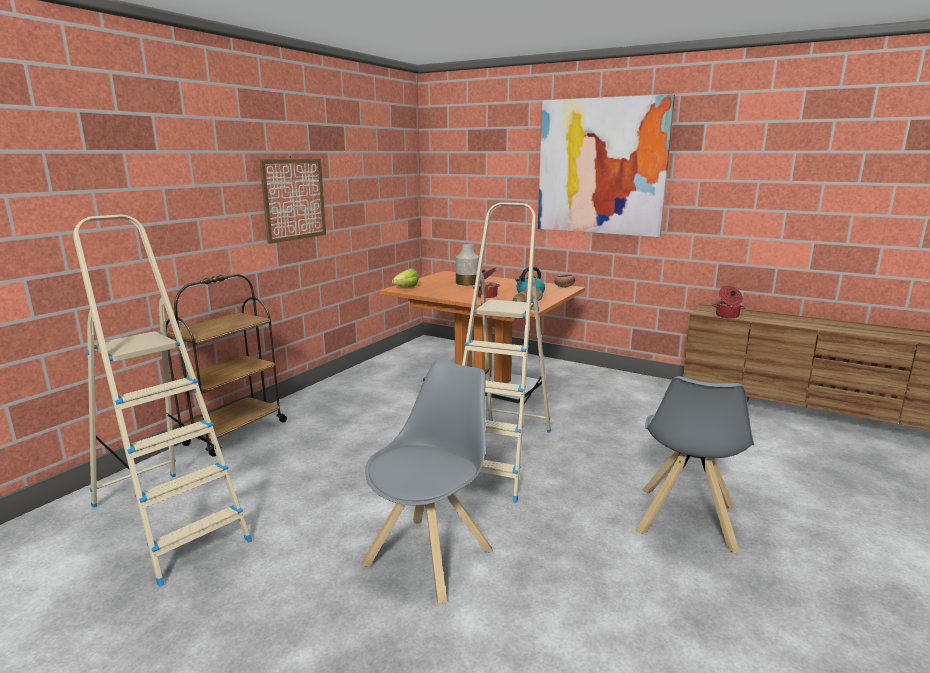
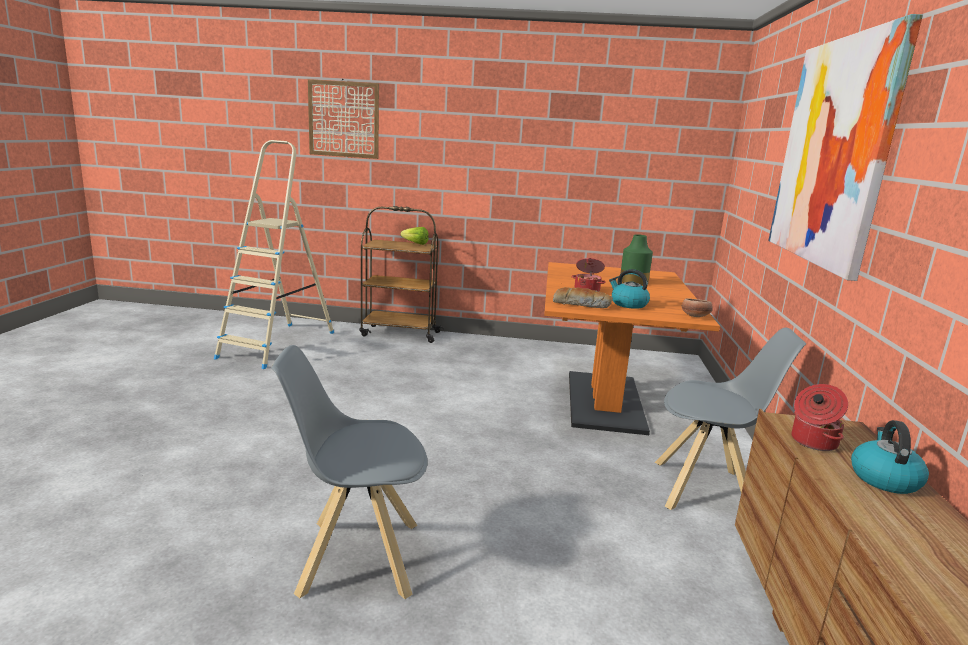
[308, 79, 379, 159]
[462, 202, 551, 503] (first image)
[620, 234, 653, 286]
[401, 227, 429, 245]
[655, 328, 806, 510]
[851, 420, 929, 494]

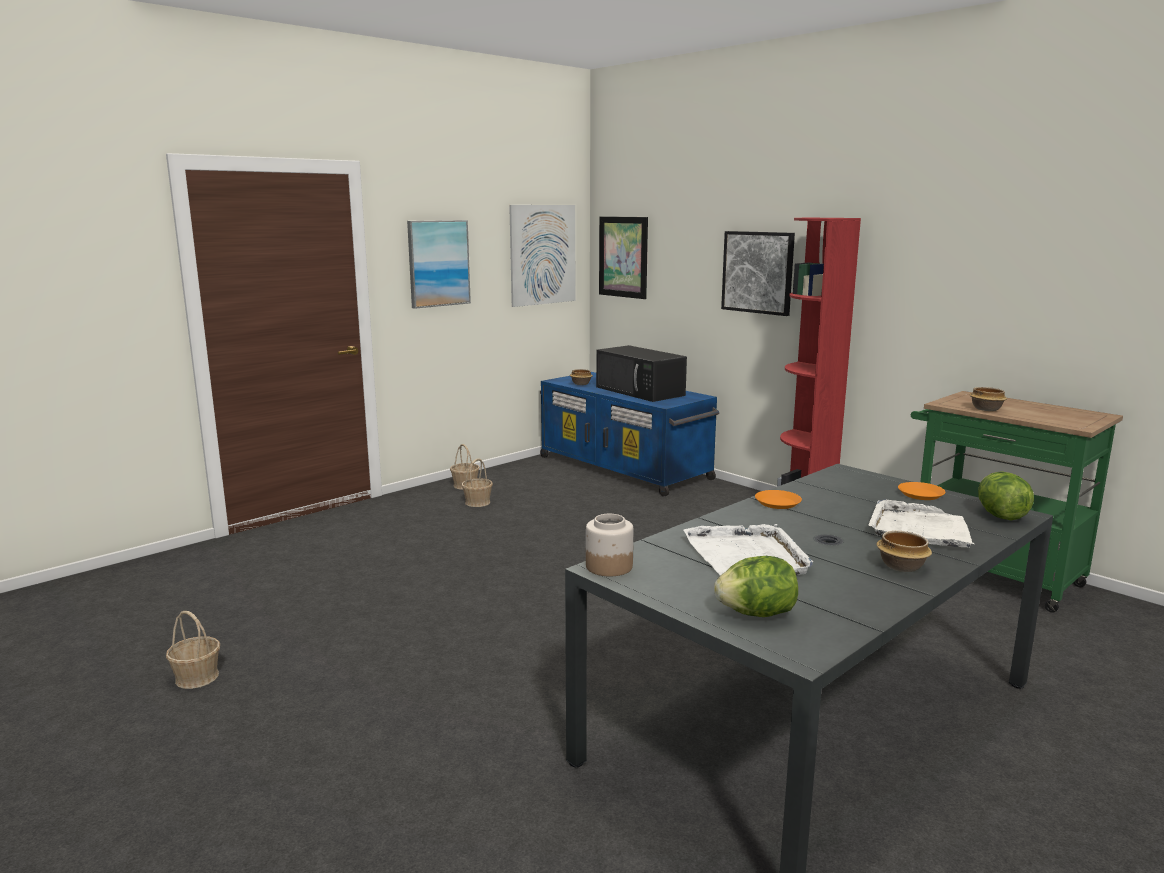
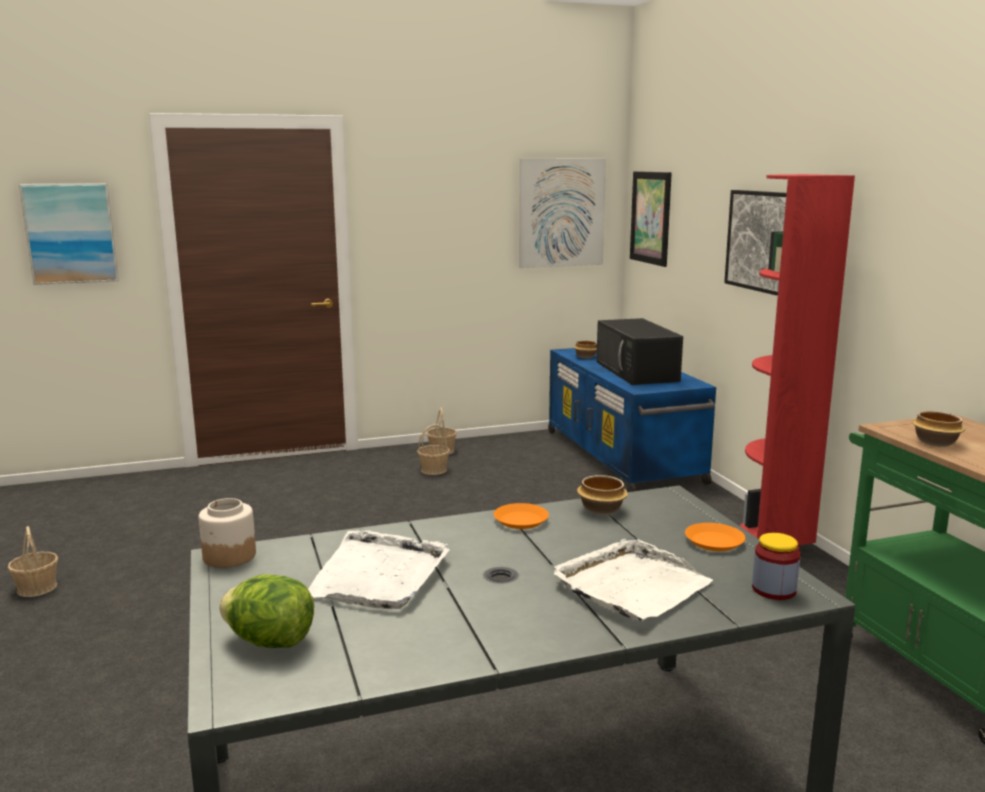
[19, 183, 119, 285]
[752, 533, 800, 600]
[577, 475, 628, 515]

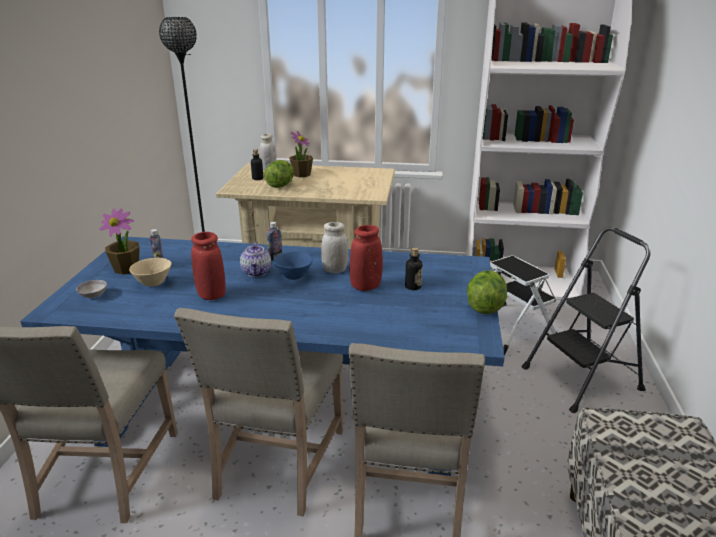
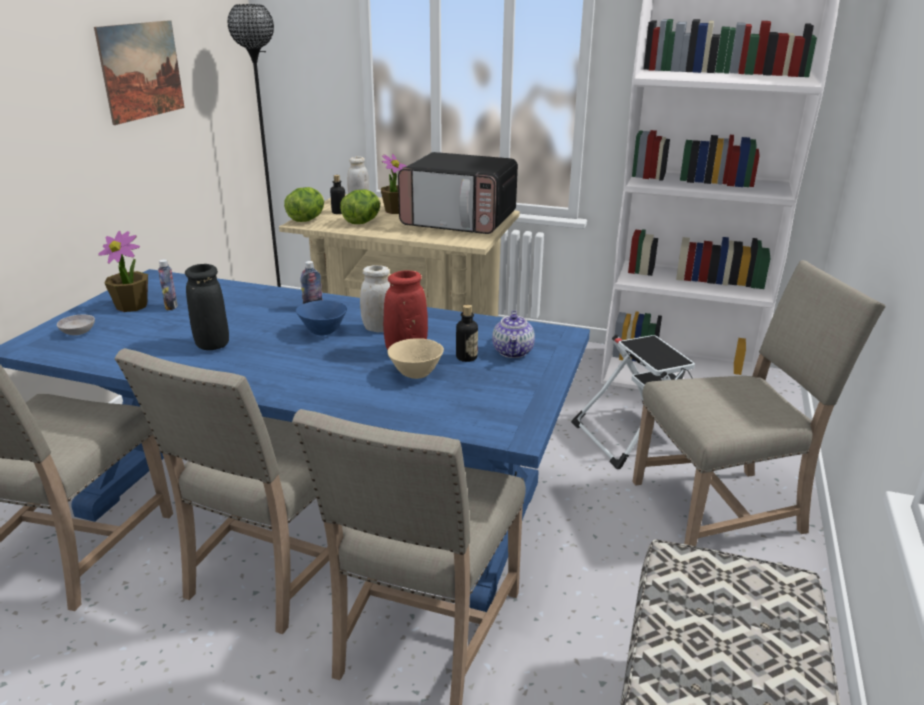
[632, 260, 886, 546]
[185, 264, 229, 350]
[492, 310, 535, 358]
[387, 338, 444, 379]
[284, 187, 324, 222]
[94, 20, 185, 125]
[398, 152, 518, 234]

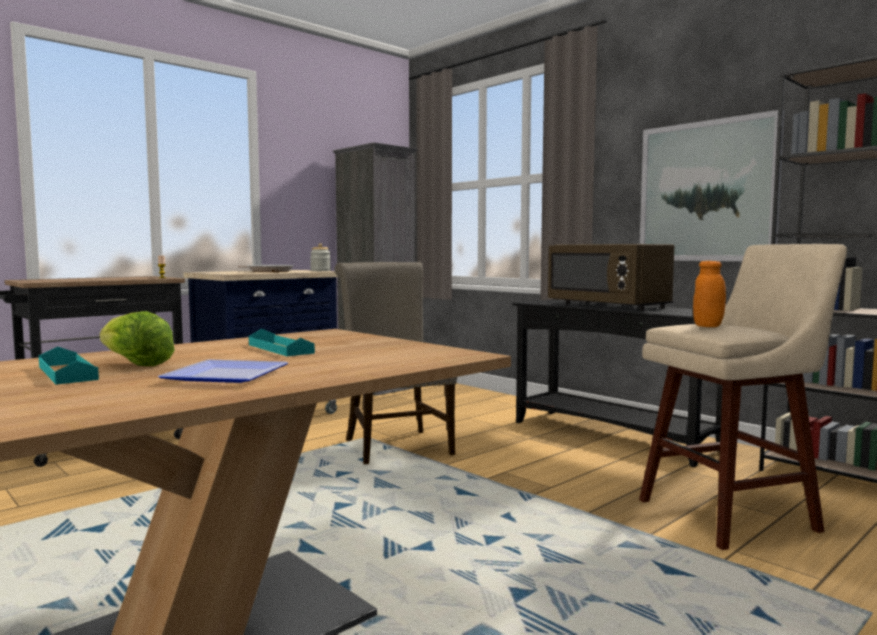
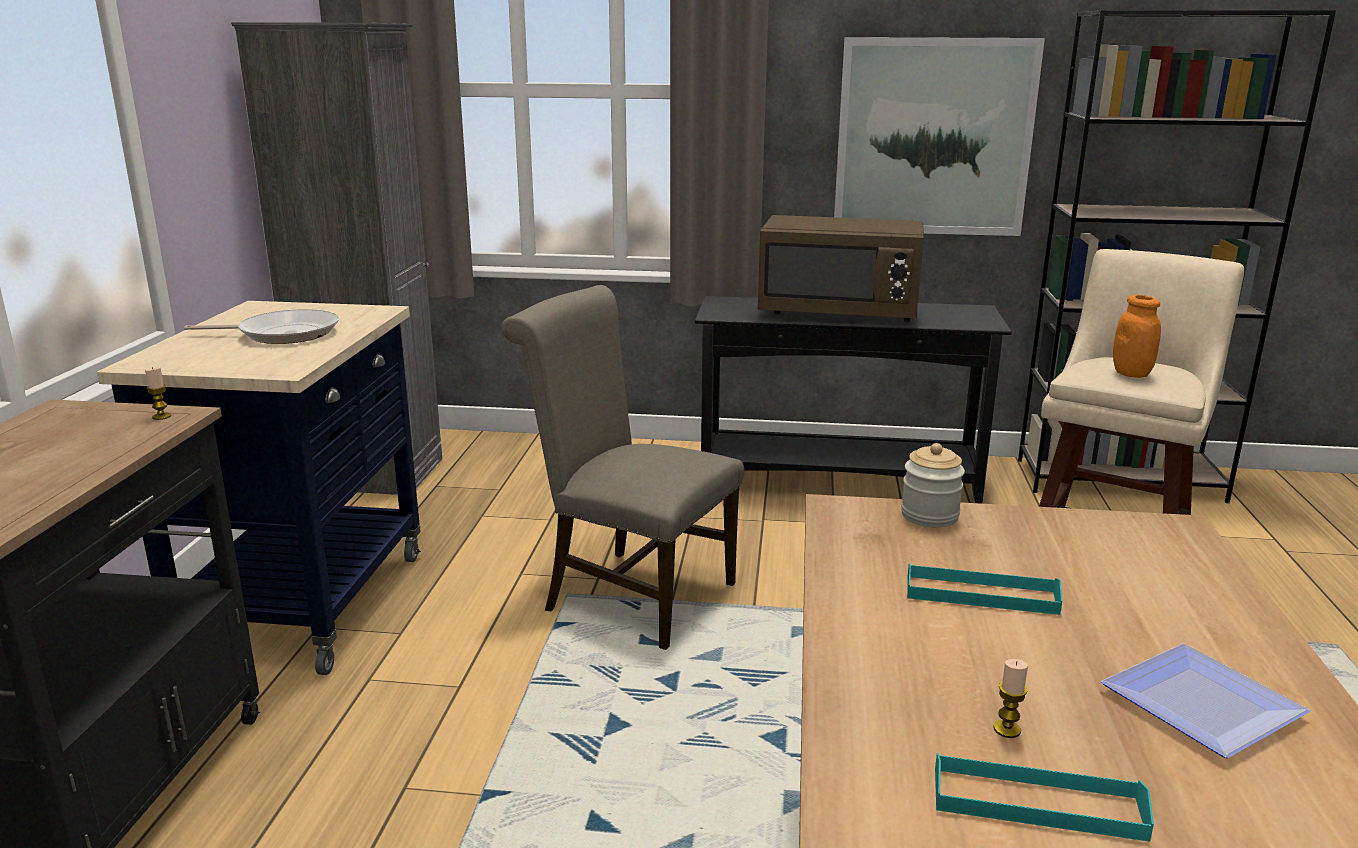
[901, 443, 965, 528]
[993, 659, 1028, 738]

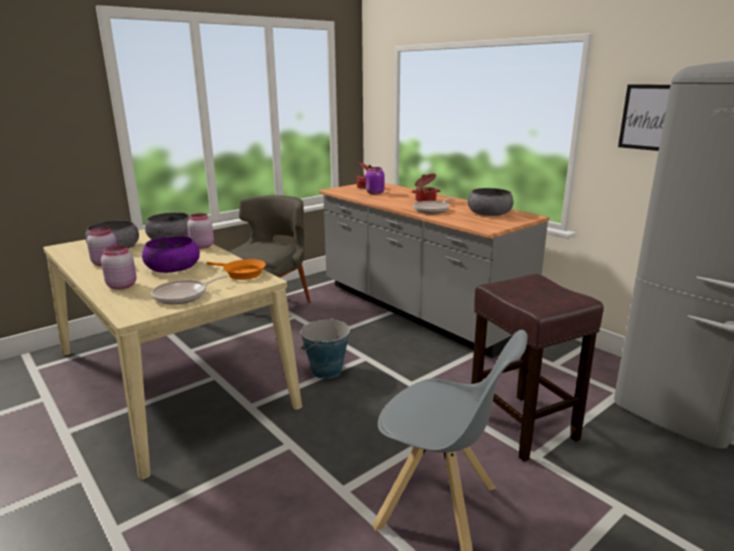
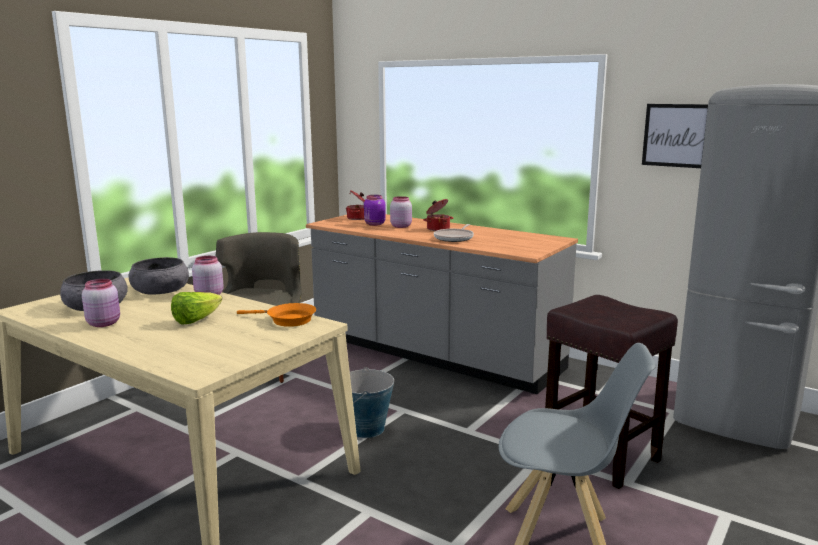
[468, 188, 514, 216] (first image)
[171, 292, 222, 324]
[390, 196, 412, 228]
[151, 275, 228, 304] (first image)

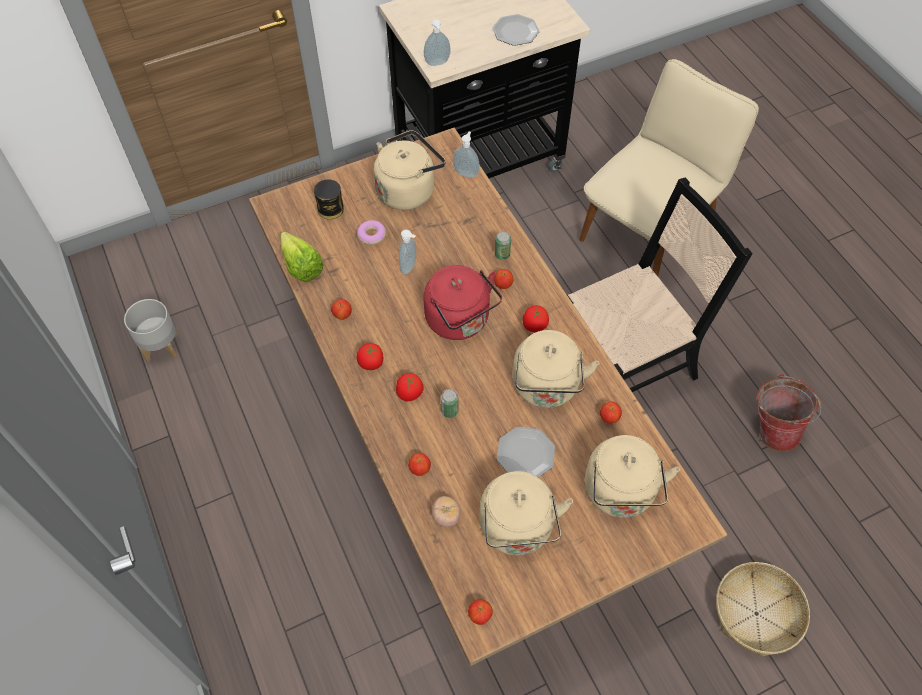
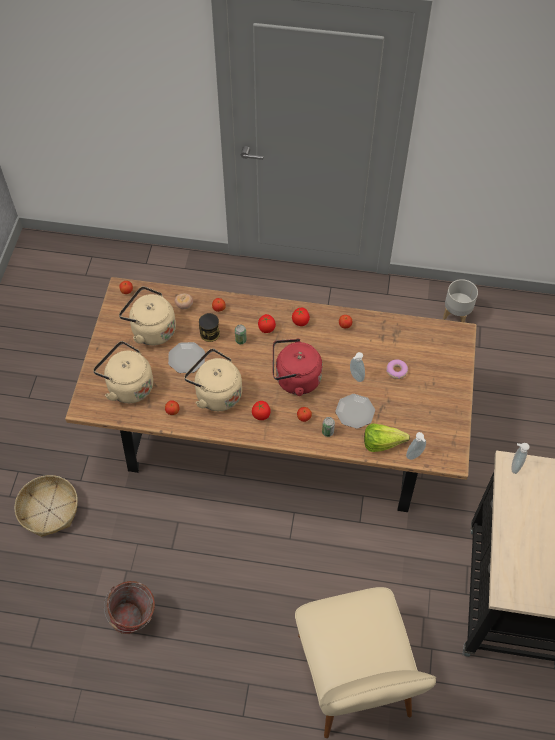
[335, 394, 375, 429]
[374, 130, 446, 210] (first image)
[567, 177, 753, 392] (first image)
[199, 313, 220, 342]
[364, 423, 410, 452]

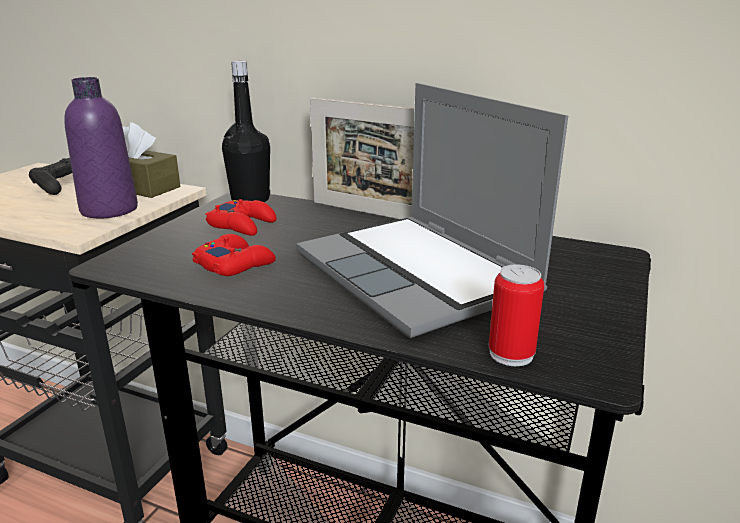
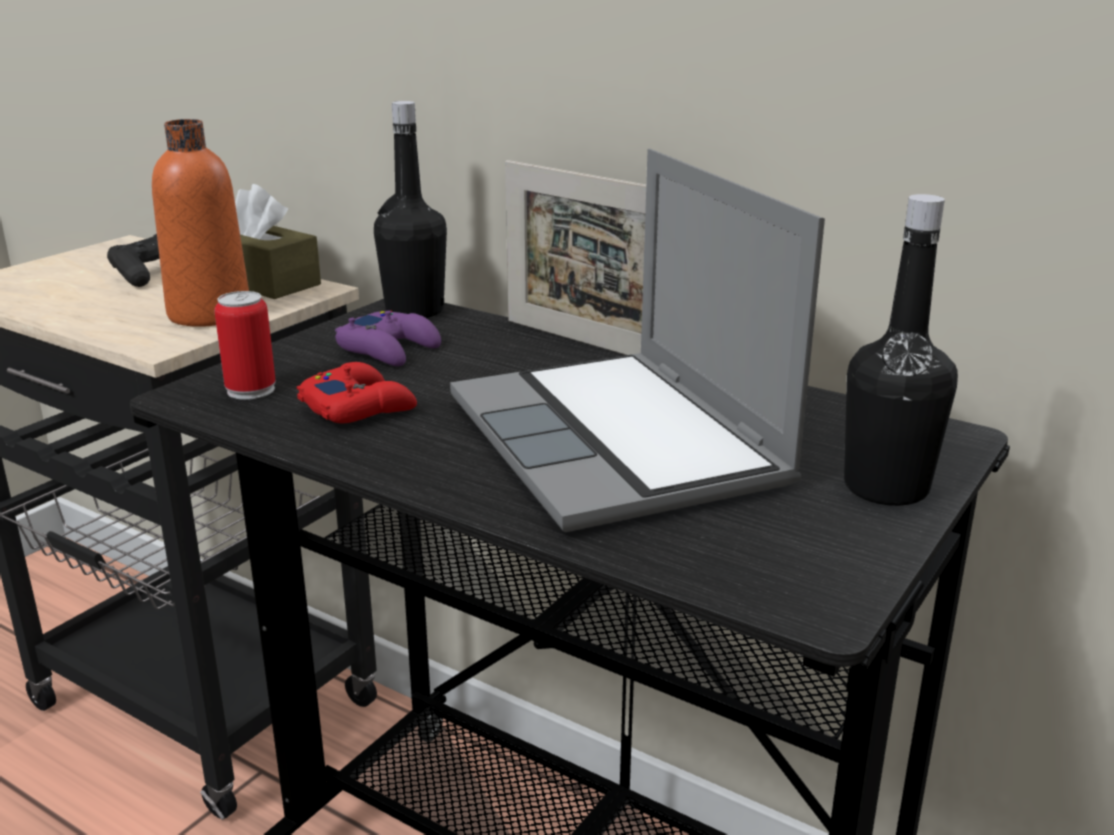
[152, 119, 249, 327]
[335, 310, 441, 366]
[214, 291, 276, 400]
[844, 194, 958, 506]

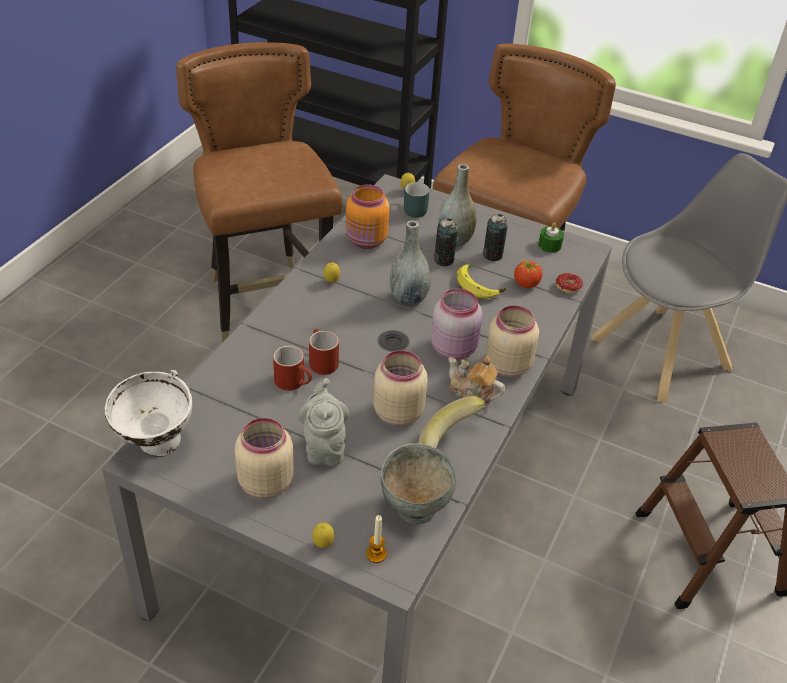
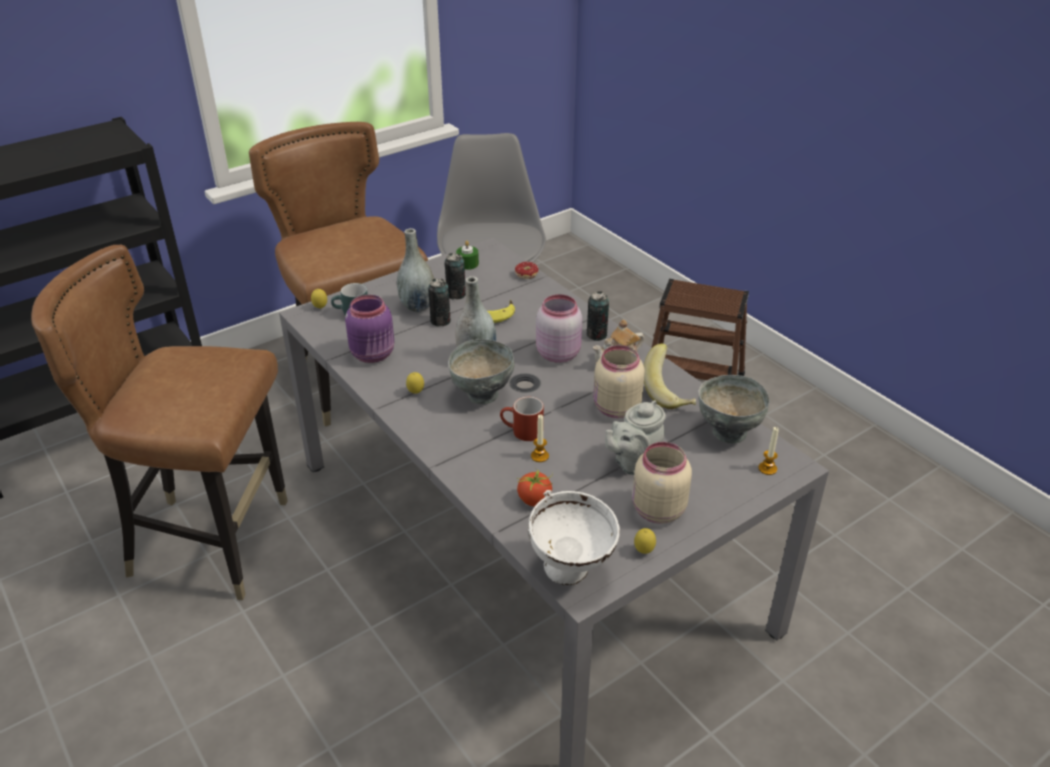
[345, 295, 394, 363]
[517, 468, 553, 506]
[587, 291, 609, 341]
[531, 414, 549, 462]
[605, 400, 666, 475]
[634, 528, 656, 554]
[448, 339, 514, 404]

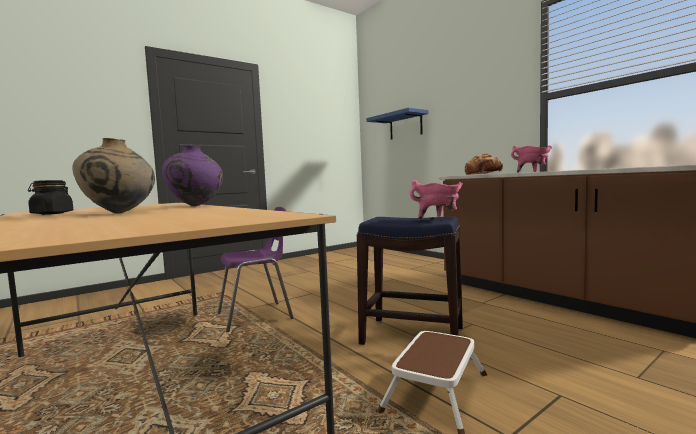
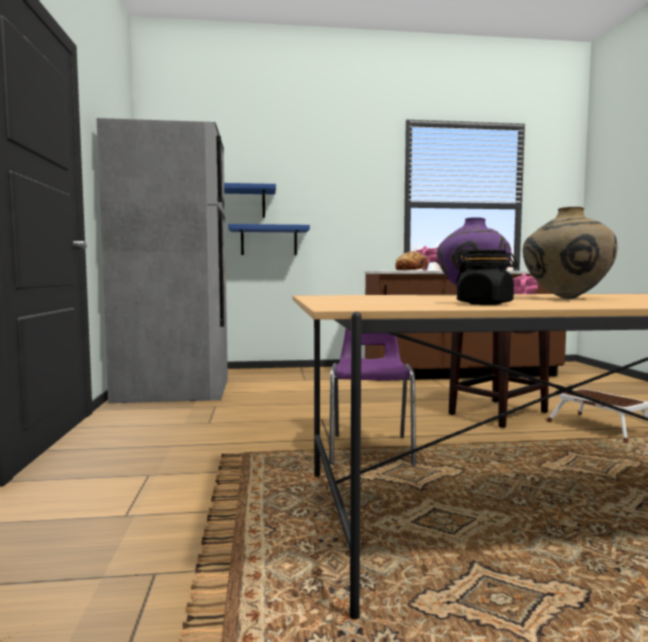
[97, 118, 228, 403]
[228, 224, 310, 255]

